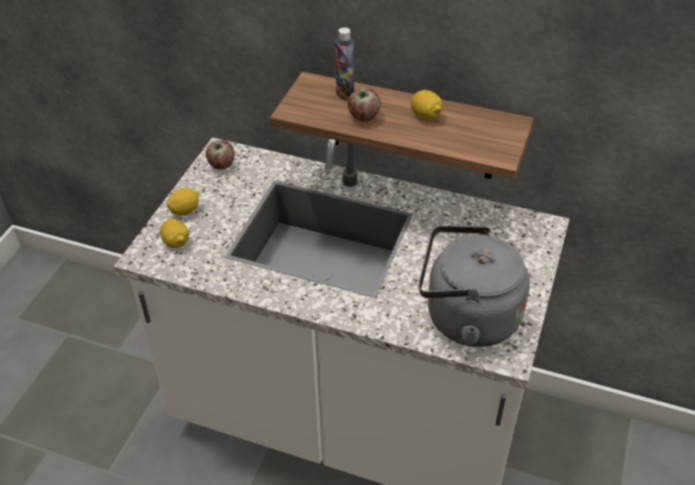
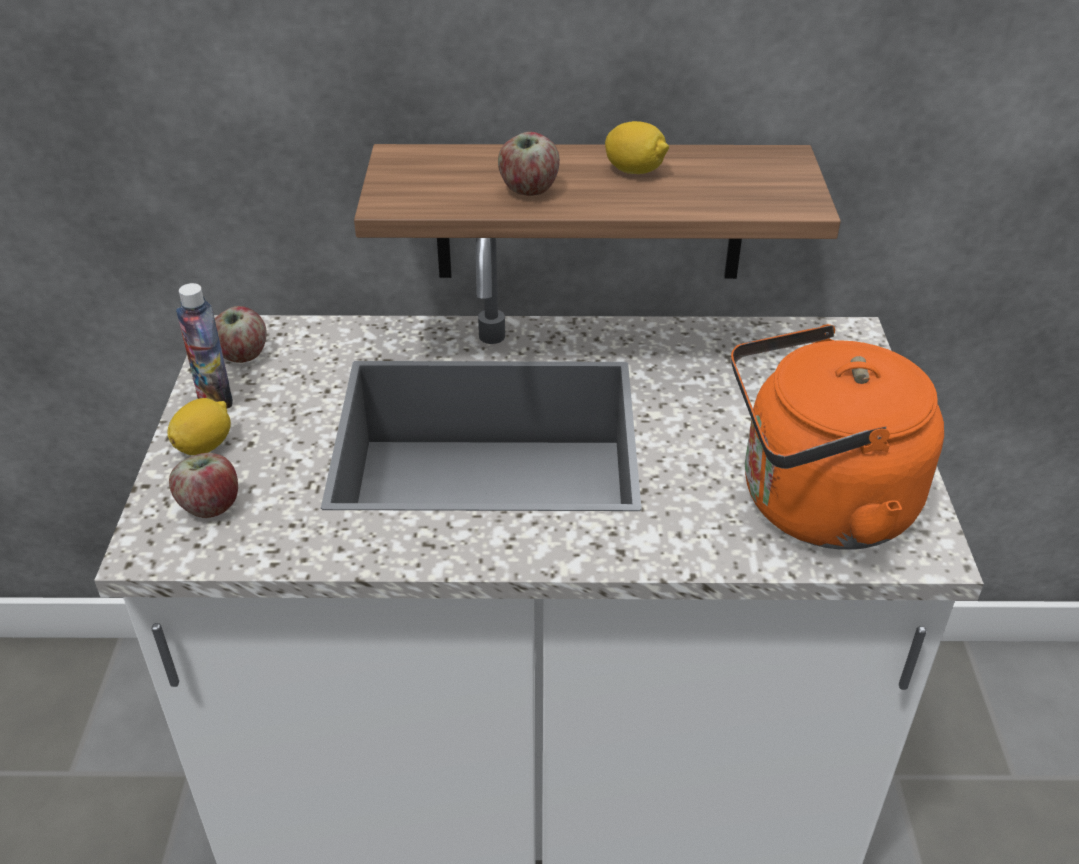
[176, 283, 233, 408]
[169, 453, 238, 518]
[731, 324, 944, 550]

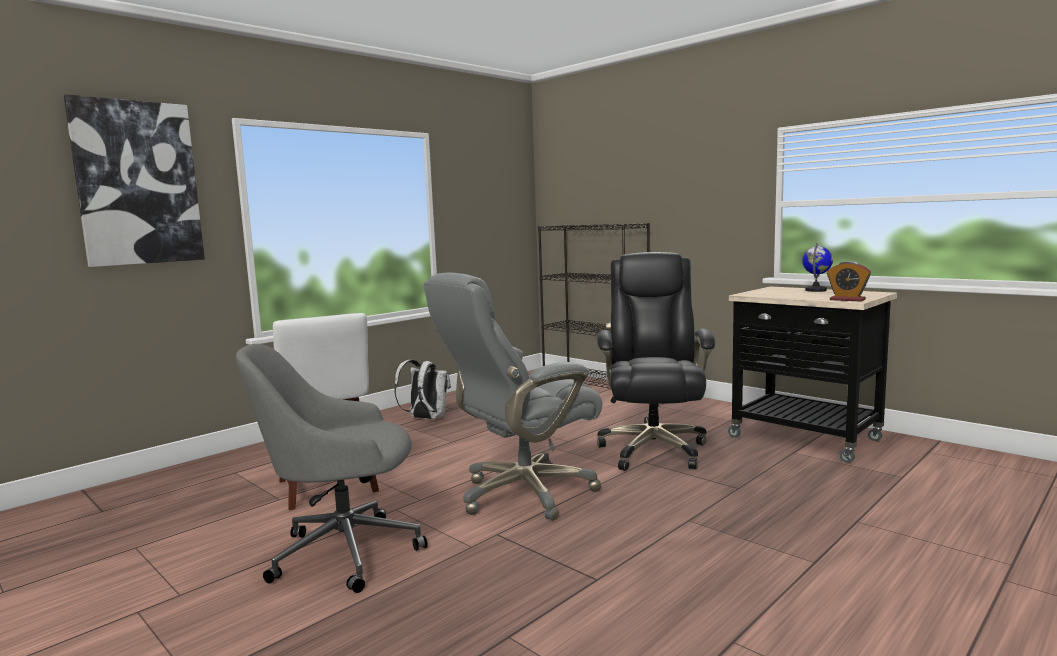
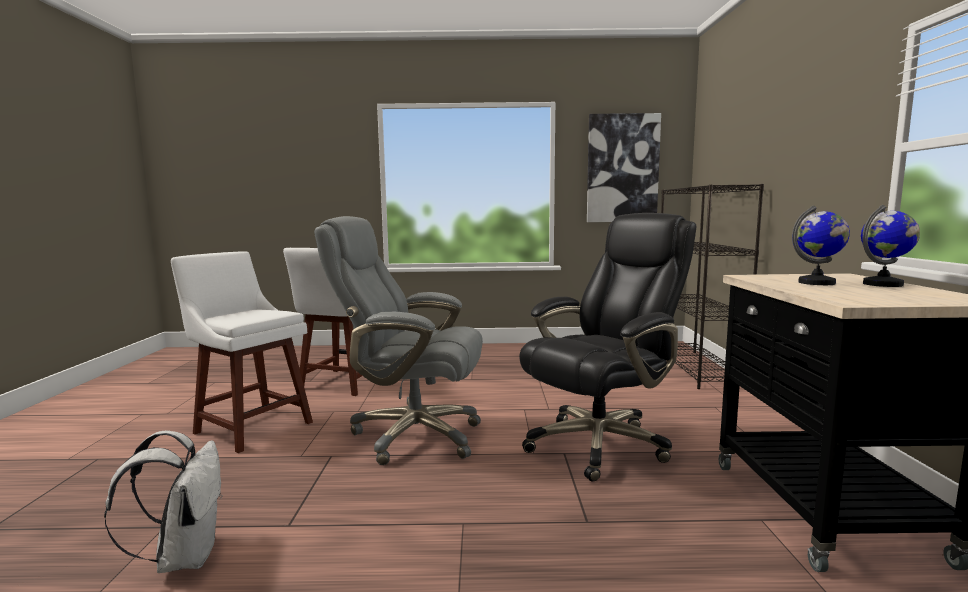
[587, 113, 661, 222]
[827, 261, 871, 302] (first image)
[171, 251, 313, 453]
[104, 431, 223, 573]
[792, 205, 850, 285]

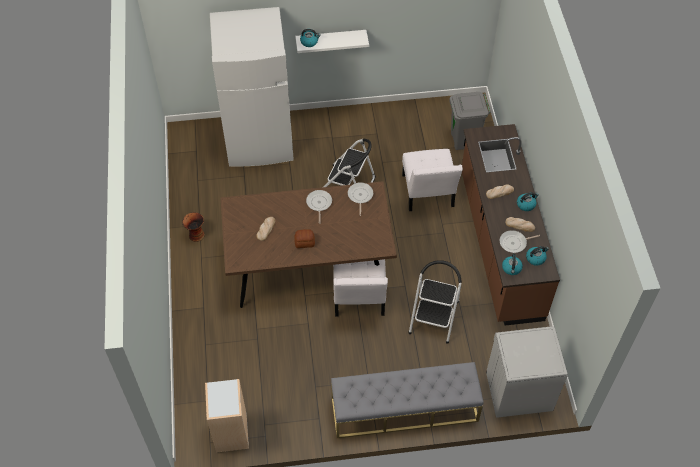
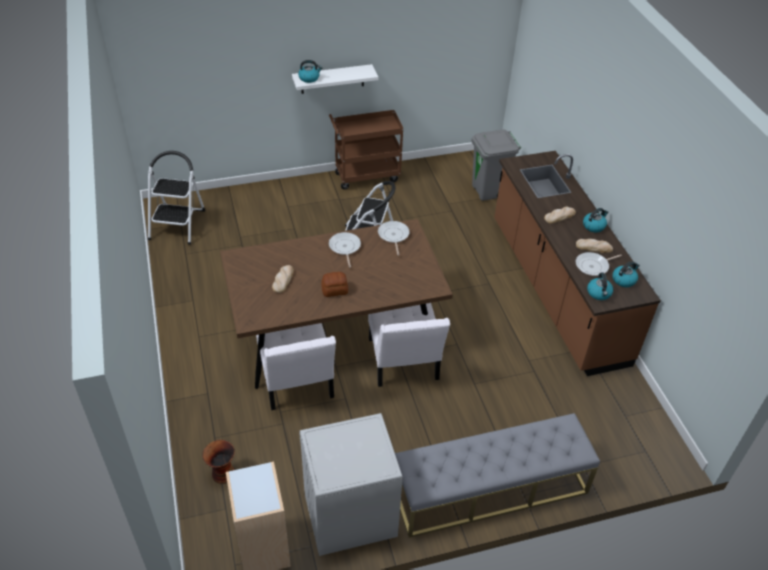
[210, 7, 294, 167] (first image)
[256, 323, 336, 410]
[202, 440, 235, 484]
[148, 151, 205, 245]
[299, 413, 403, 556]
[329, 110, 403, 190]

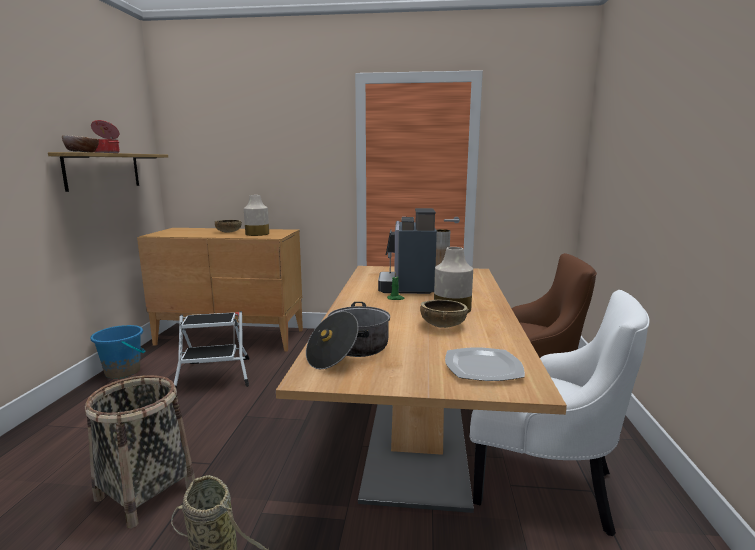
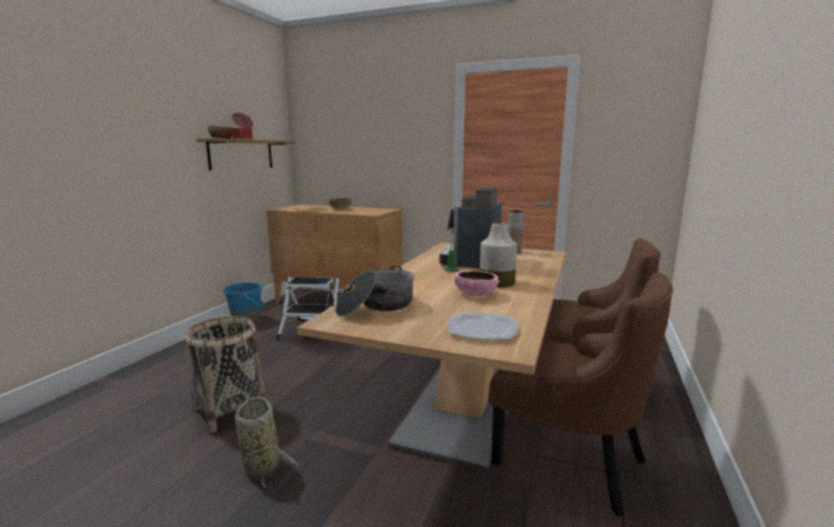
[244, 195, 269, 236] (first image)
[488, 272, 673, 516]
[455, 271, 500, 296]

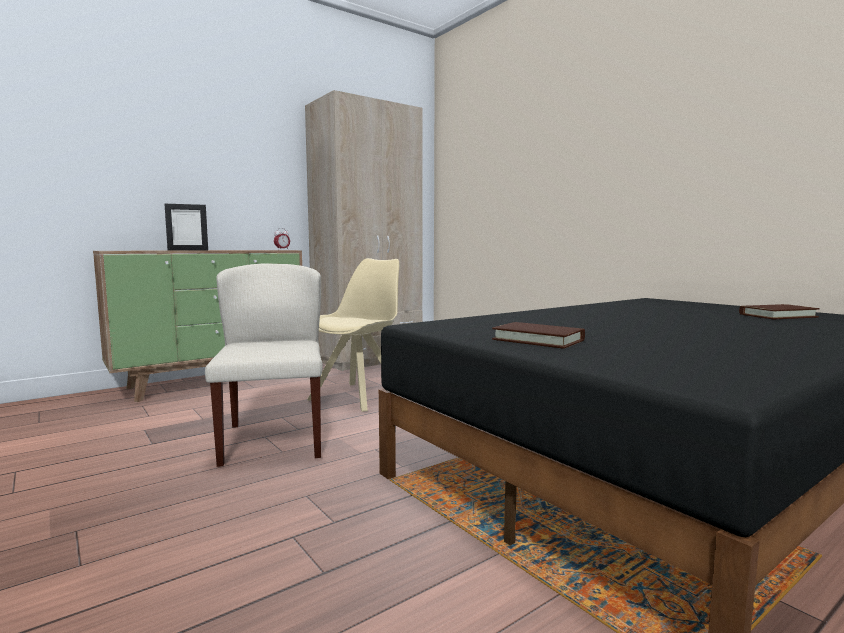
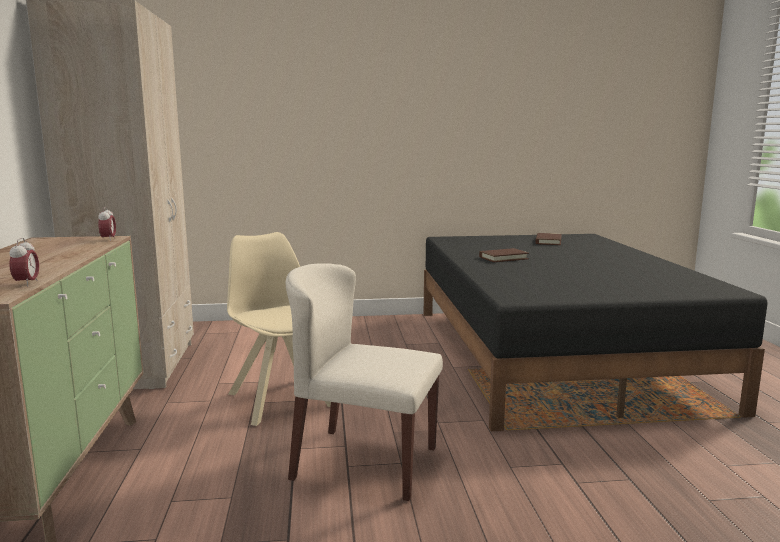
[165, 204, 208, 250] (first image)
[479, 248, 529, 262]
[9, 238, 39, 287]

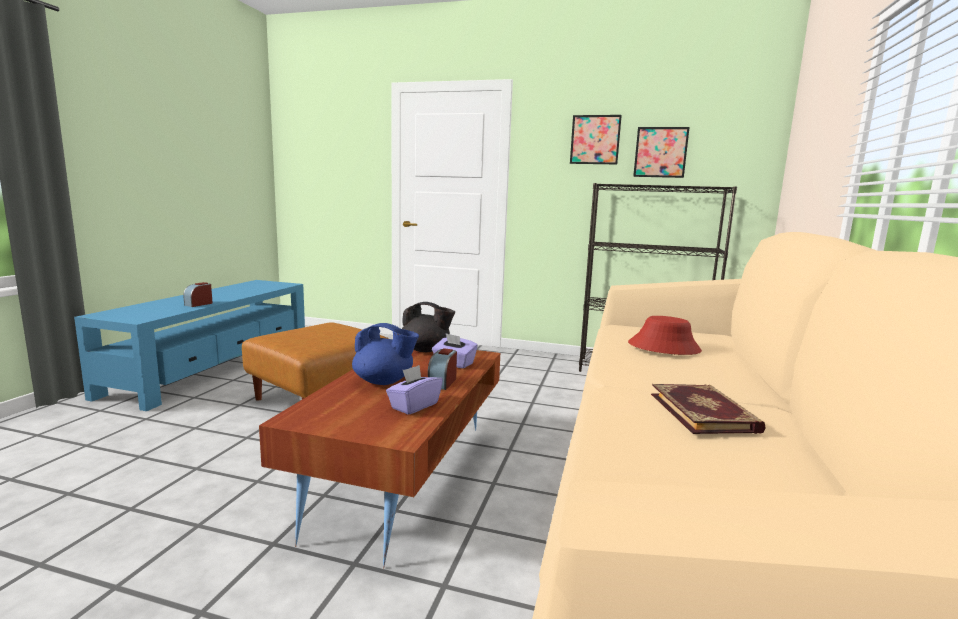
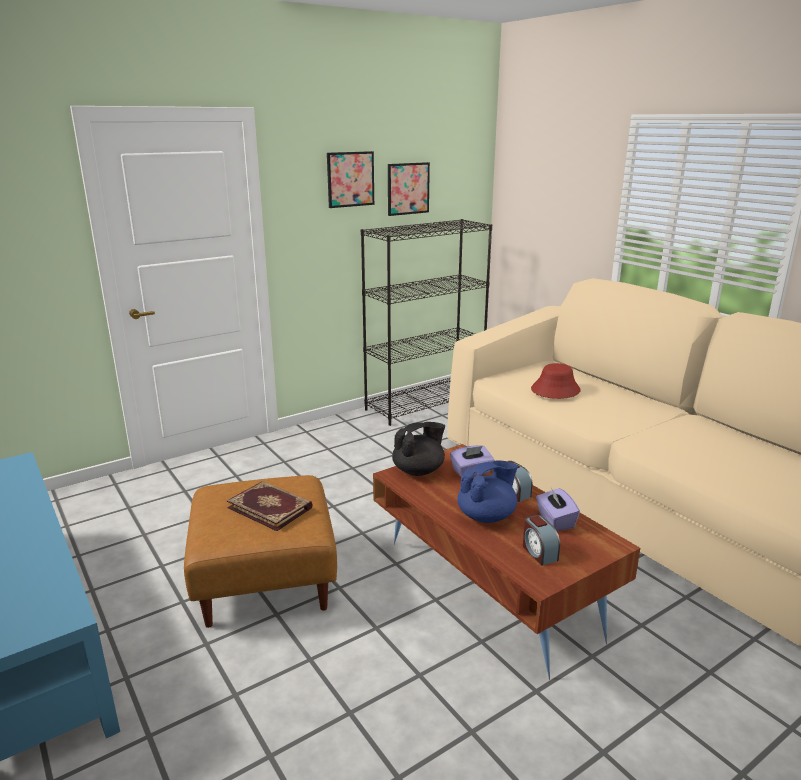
[523, 515, 560, 566]
[227, 481, 313, 531]

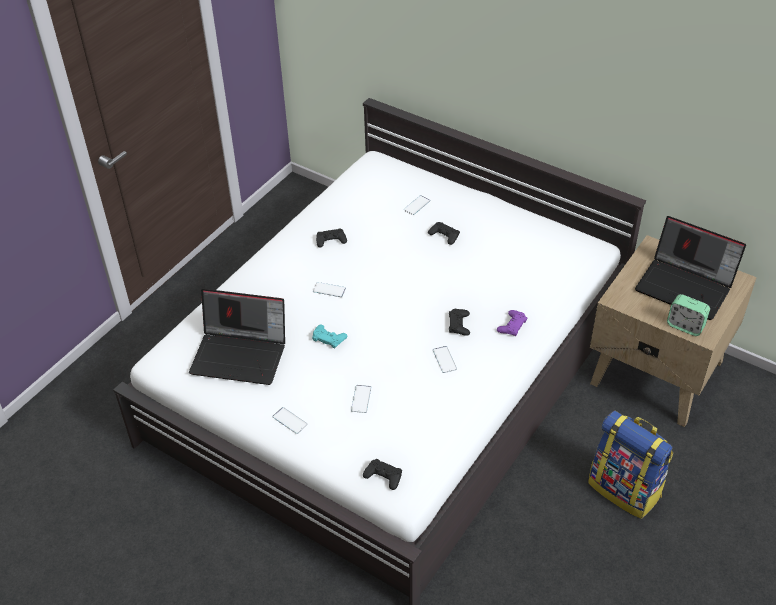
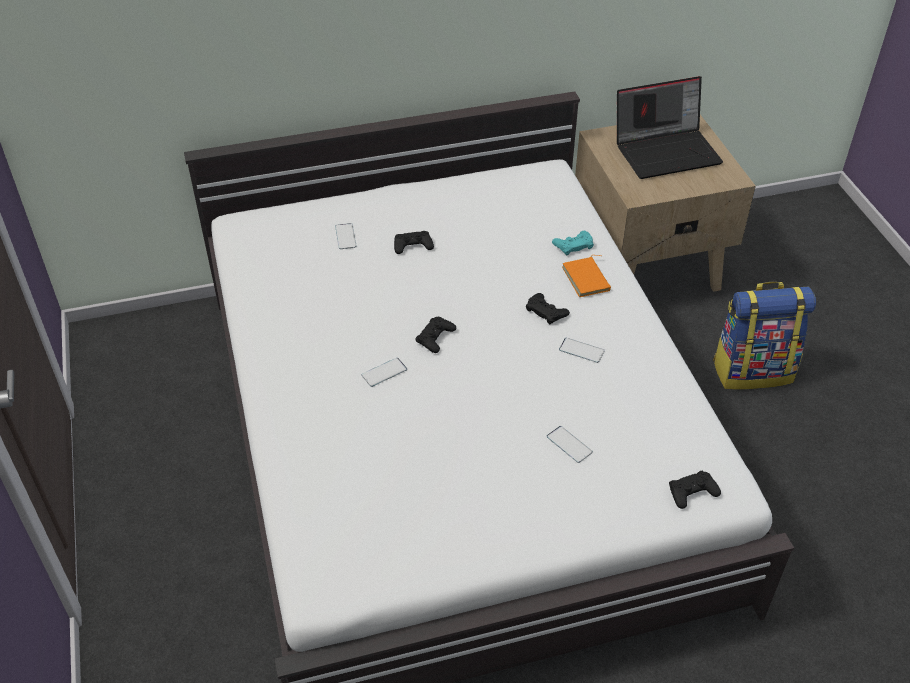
[415, 317, 456, 353]
[189, 289, 285, 385] (first image)
[667, 294, 710, 336] (first image)
[562, 255, 611, 297]
[552, 231, 594, 256]
[272, 407, 308, 434] (first image)

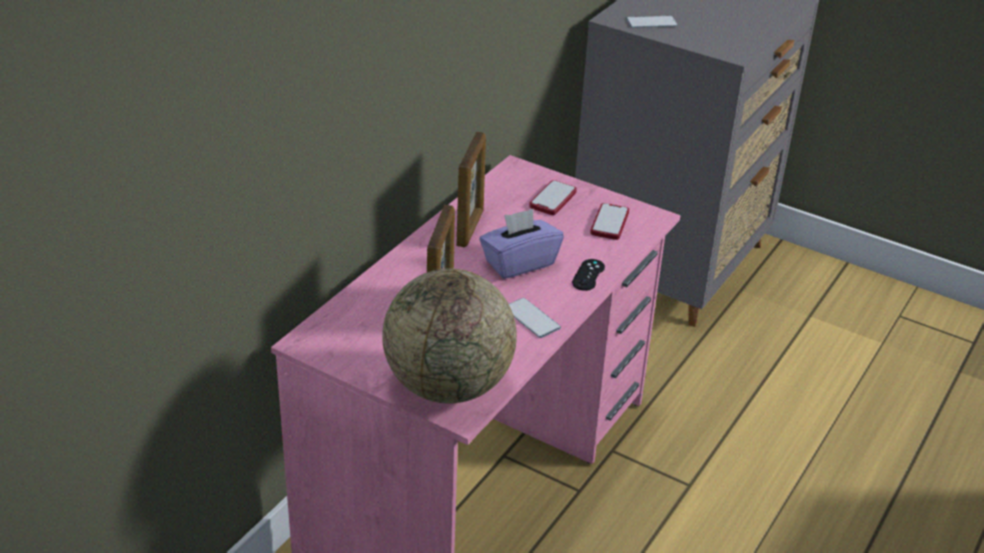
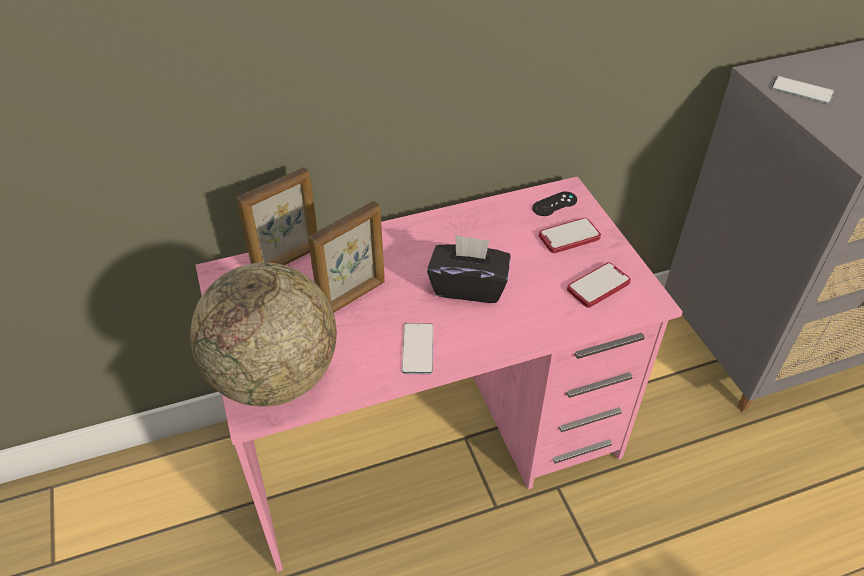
[236, 167, 318, 265]
[427, 235, 511, 303]
[532, 191, 577, 216]

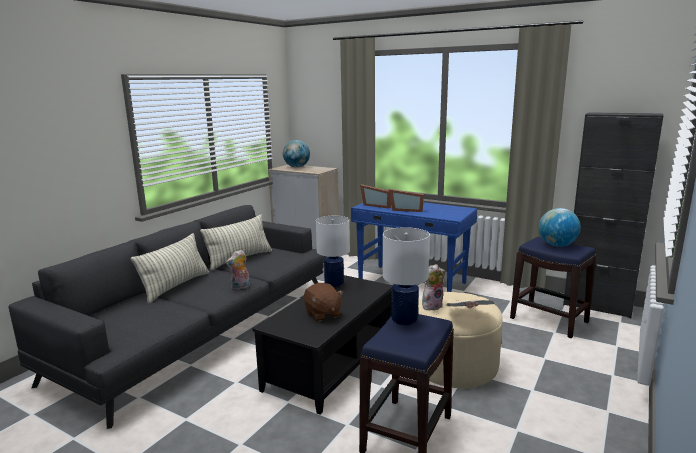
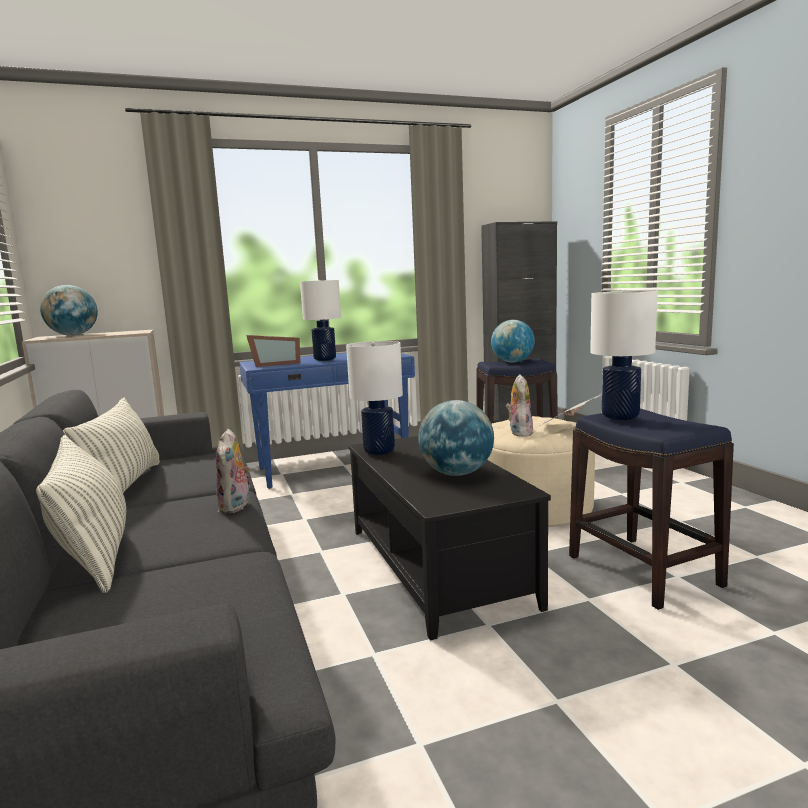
[300, 280, 341, 361]
[418, 400, 494, 476]

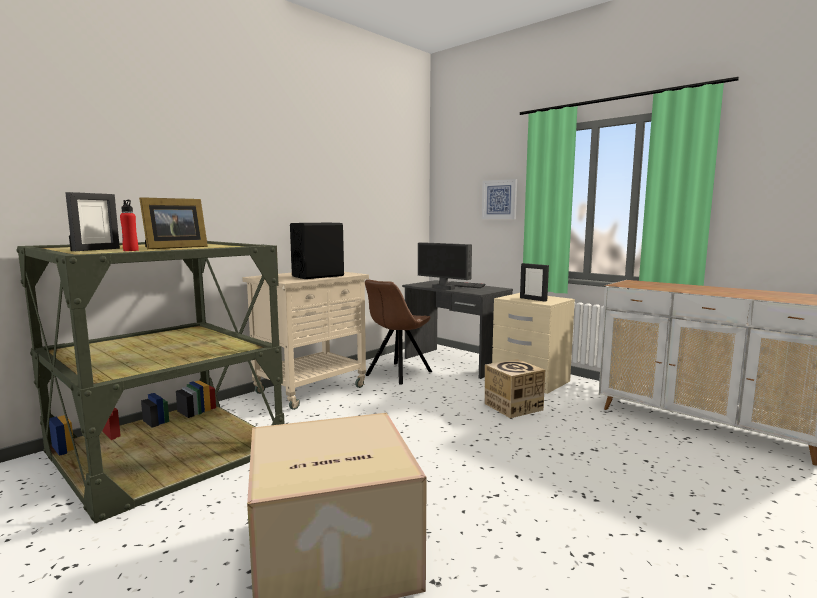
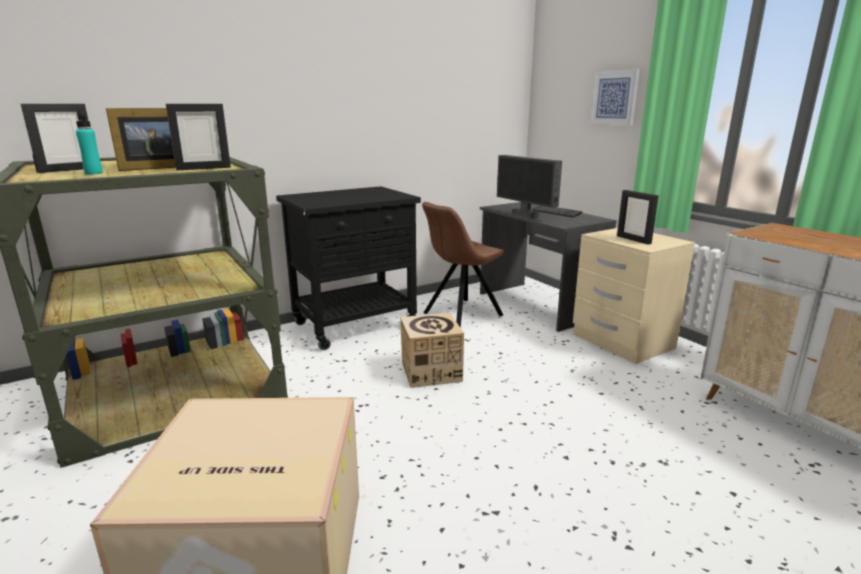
[76, 112, 103, 175]
[290, 223, 344, 279] (first image)
[276, 186, 421, 350]
[400, 313, 464, 388]
[166, 104, 231, 170]

